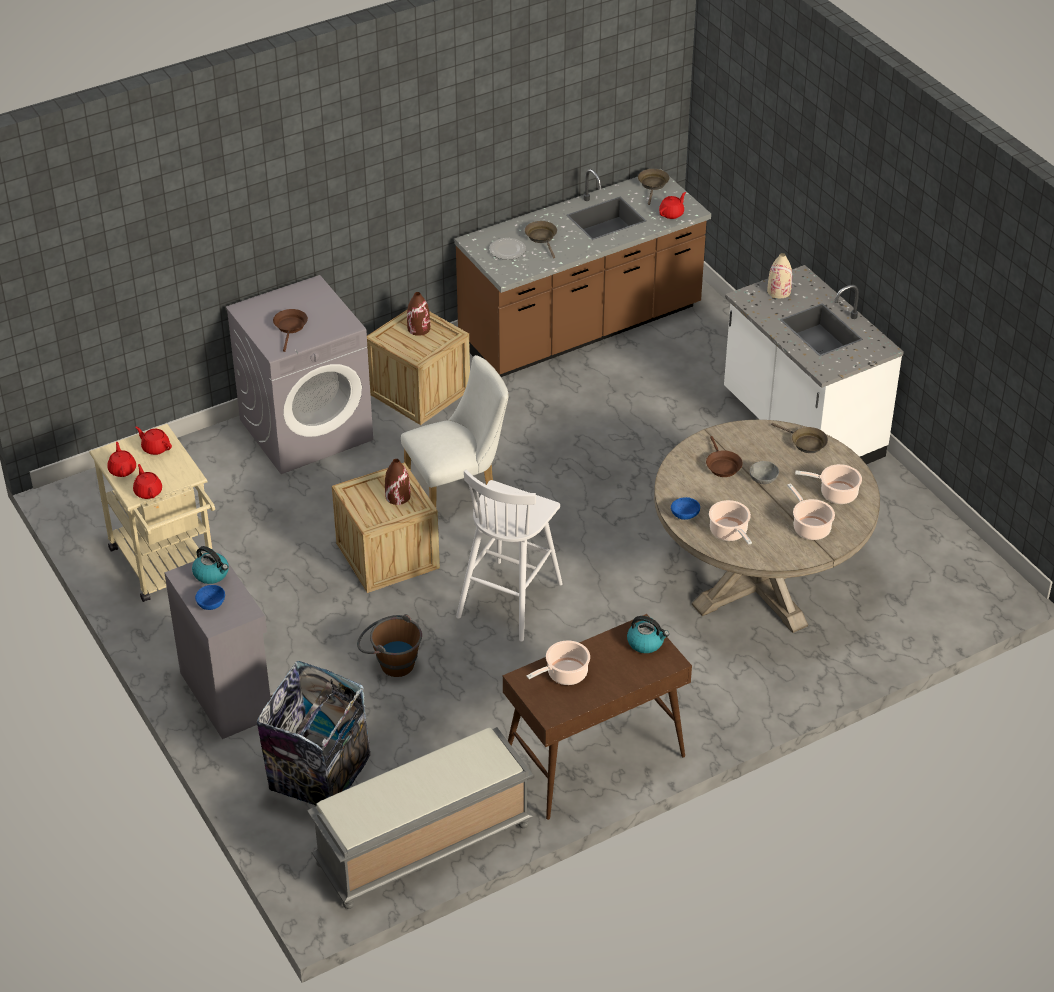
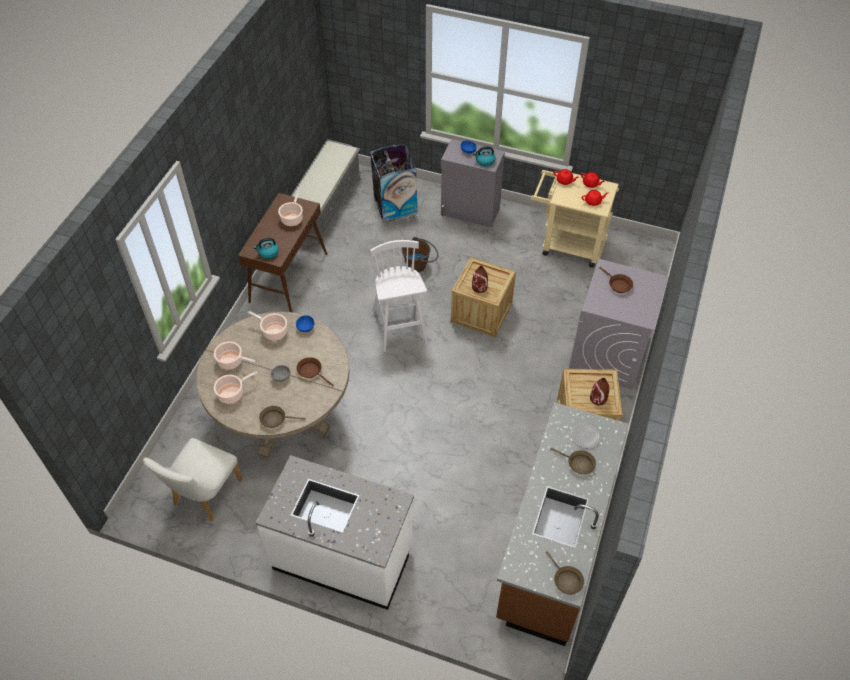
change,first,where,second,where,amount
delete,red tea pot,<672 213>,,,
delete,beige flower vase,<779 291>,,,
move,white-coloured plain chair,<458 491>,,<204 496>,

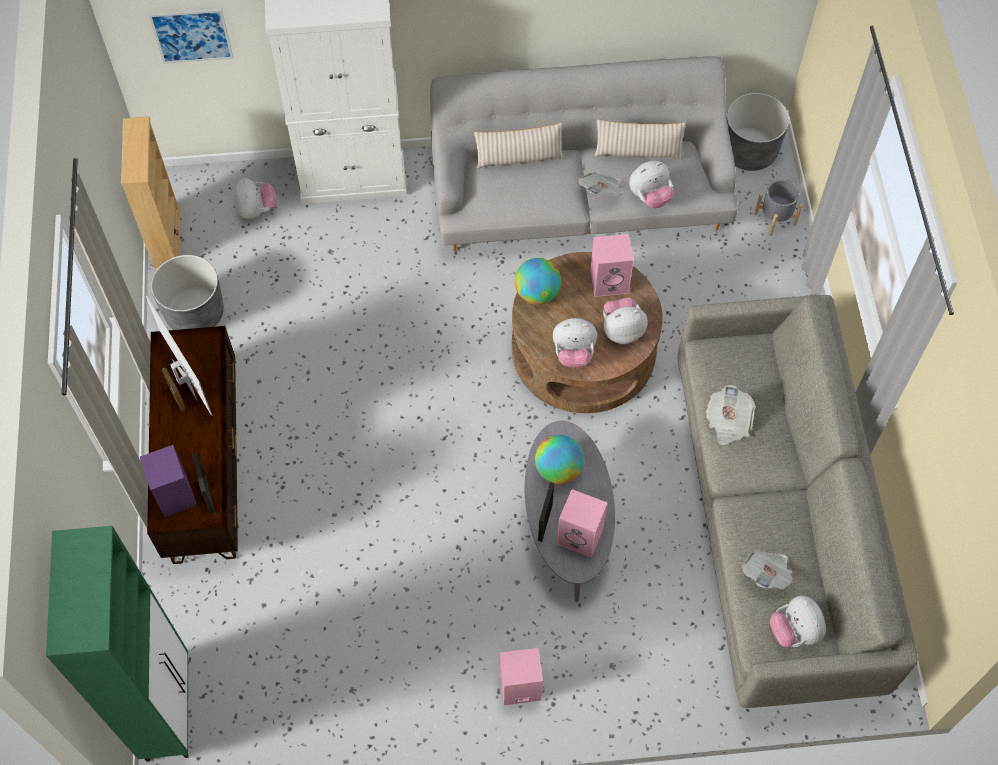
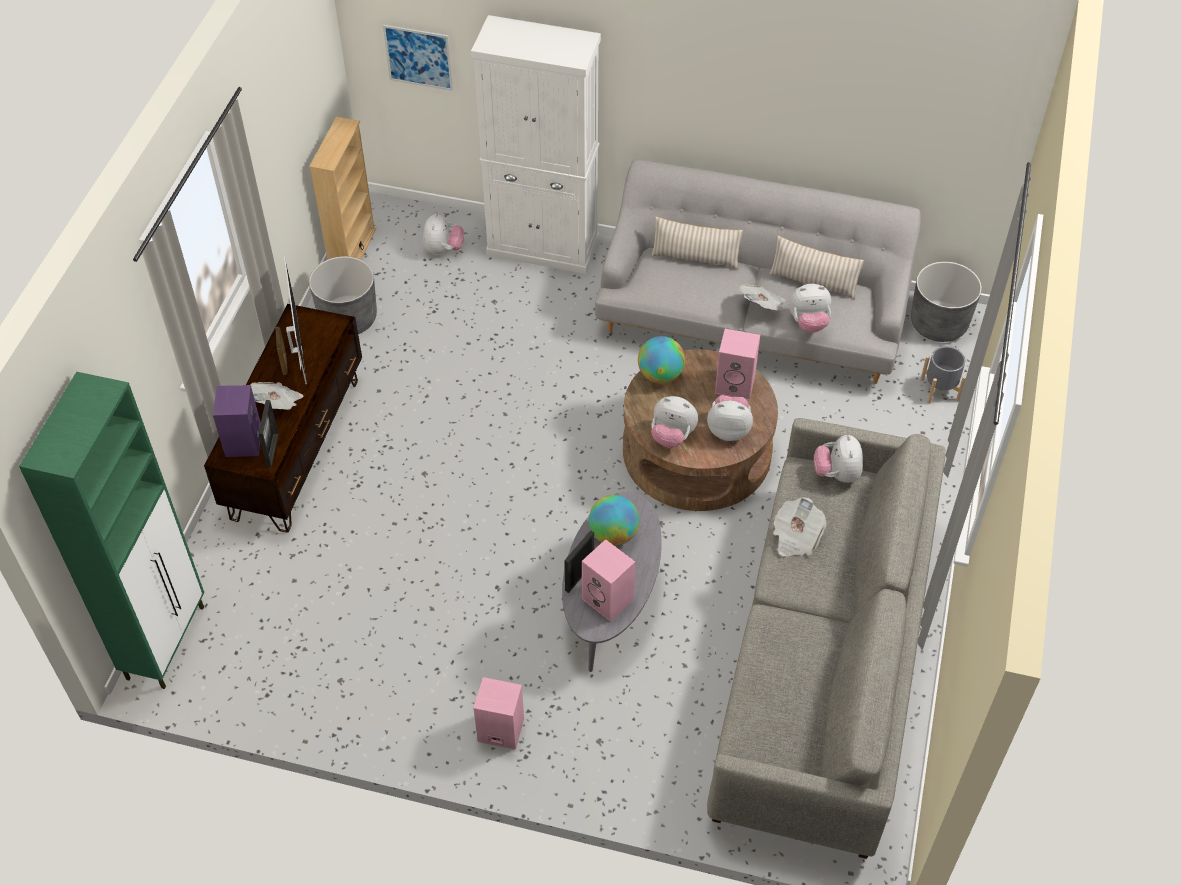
change,first,where,second,where,amount
move,newspaper,<767 574>,,<277 404>,
move,plush toy,<794 631>,,<836 474>,

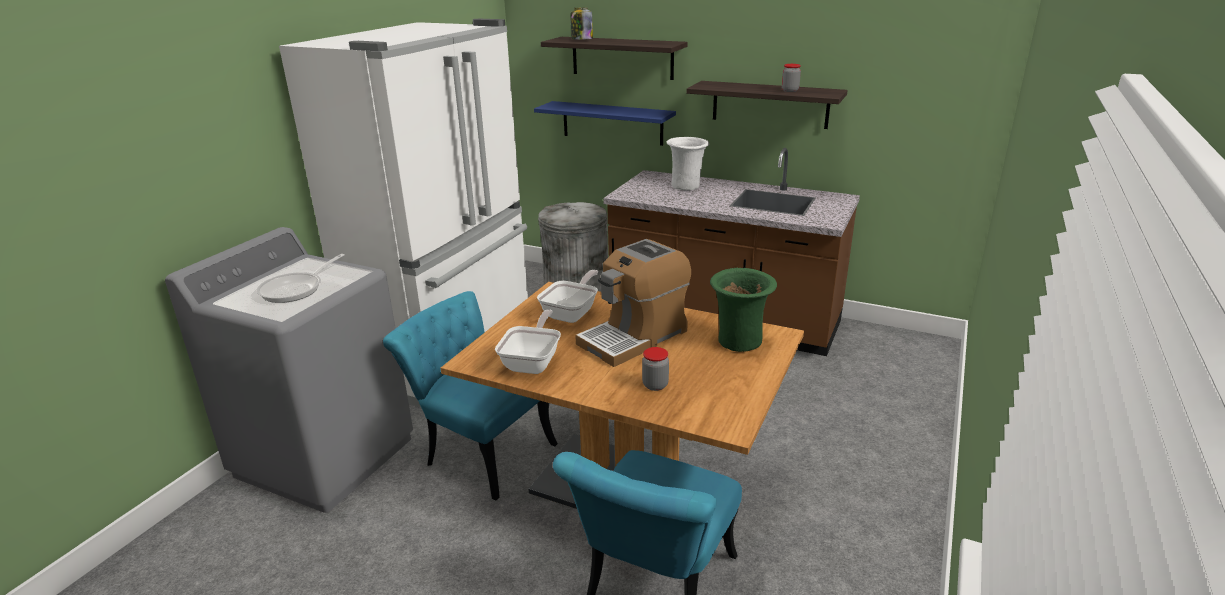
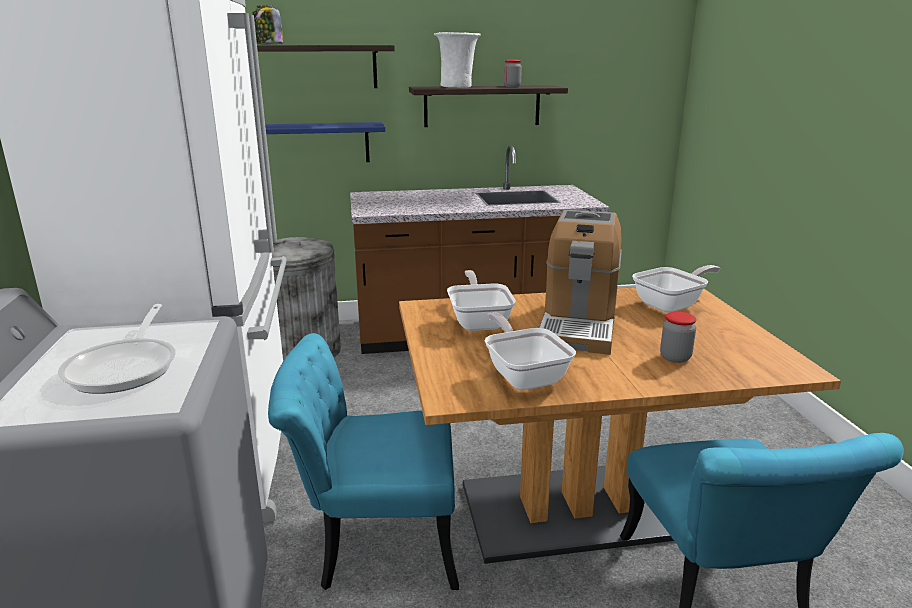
change,first,where,second,where,amount
move,white-coloured flower vase,<686 186>,,<457 87>,
replace,green-coloured flower vase,<739 343>,frying pan,<672 305>,

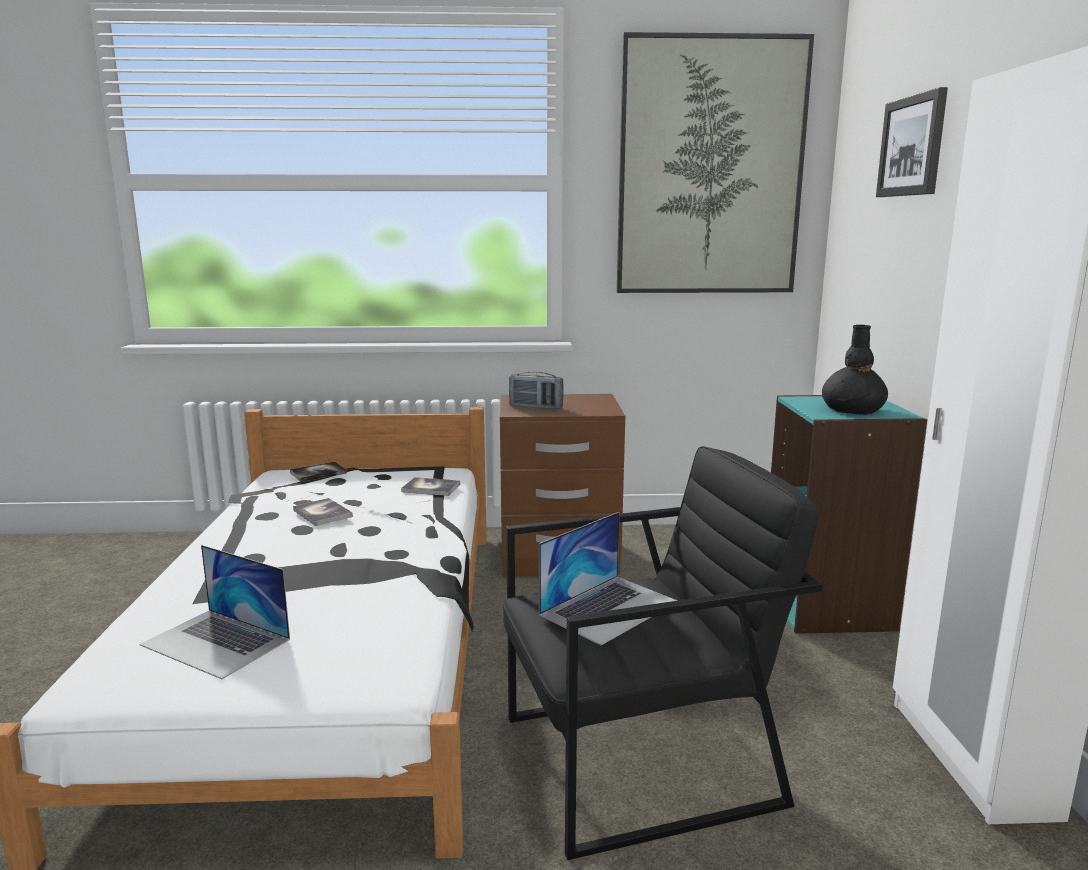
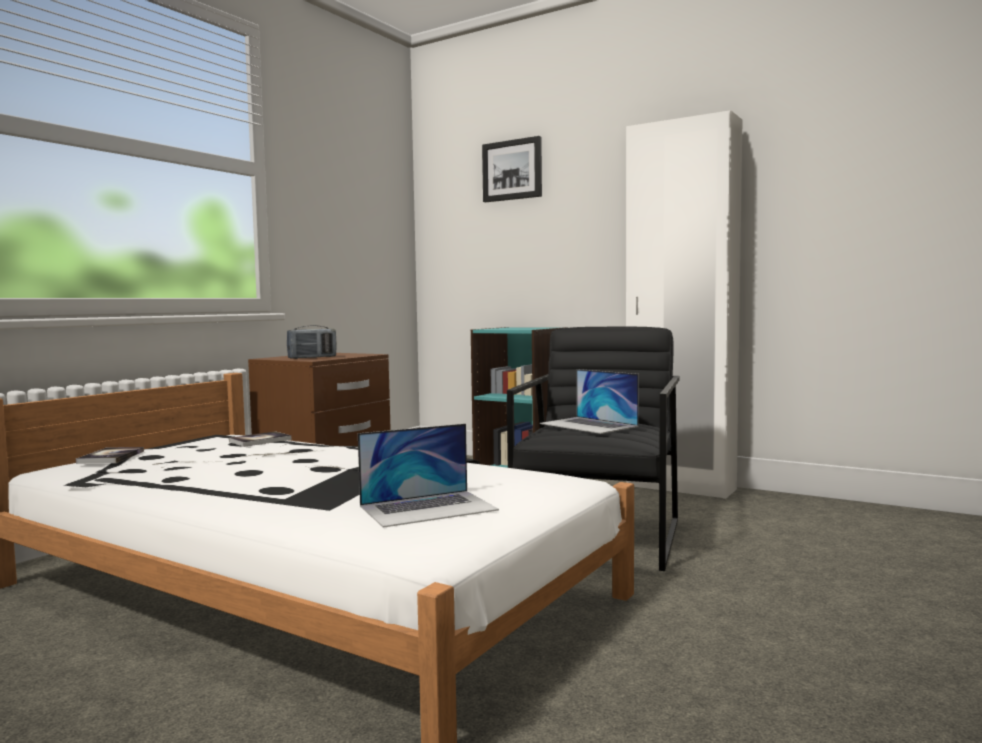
change,first,where,second,where,amount
delete,volume,<322 513>,,,
delete,wall picture,<710 168>,,,
delete,black flower vase,<853 409>,,,
rotate,notebook computer,<609 608>,,<588 425>,150 degrees clockwise

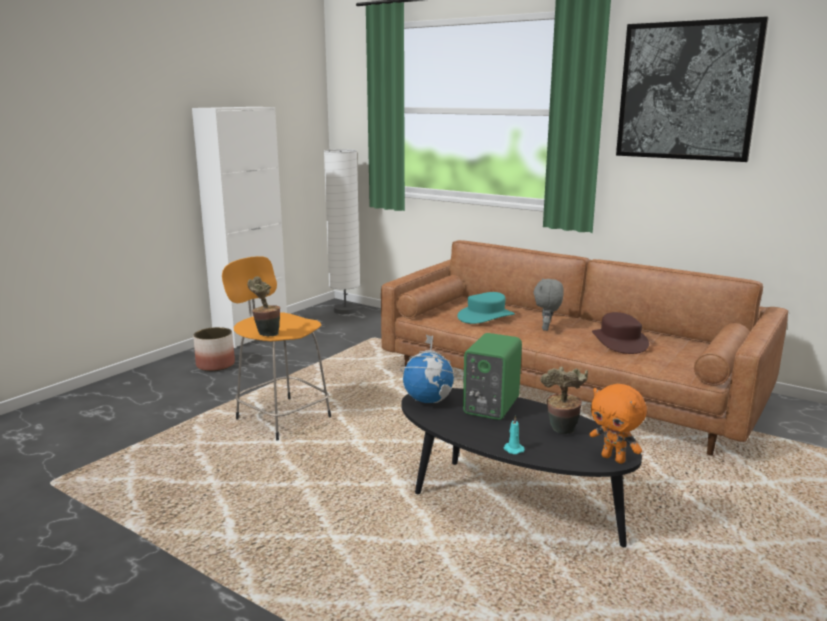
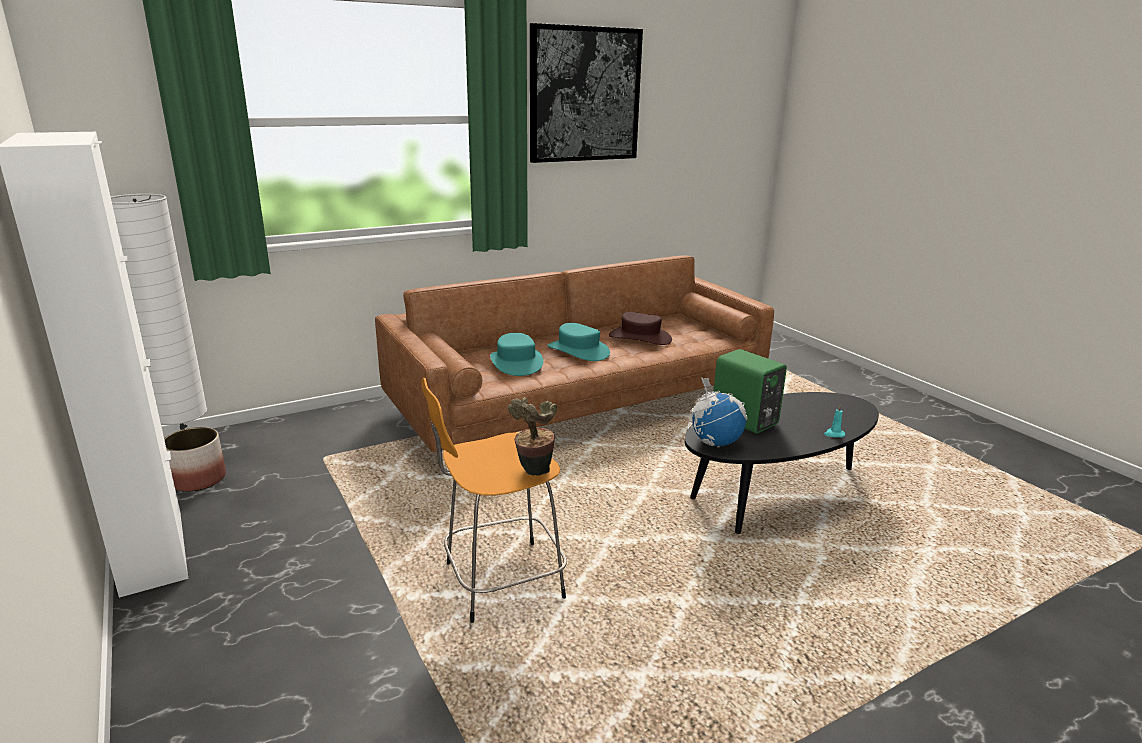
change,first,where,second,where,amount
delete,houseplant,<561 431>,,,
delete,orangey plush toy,<614 458>,,,
move,plant pot,<216 365>,,<198 479>,
replace,greyish plush toy,<547 328>,blue-green hat,<578 350>,

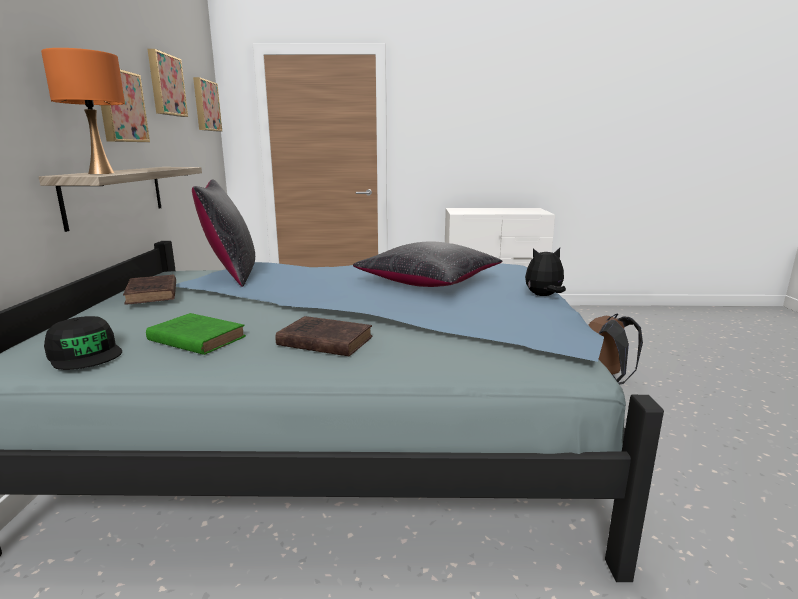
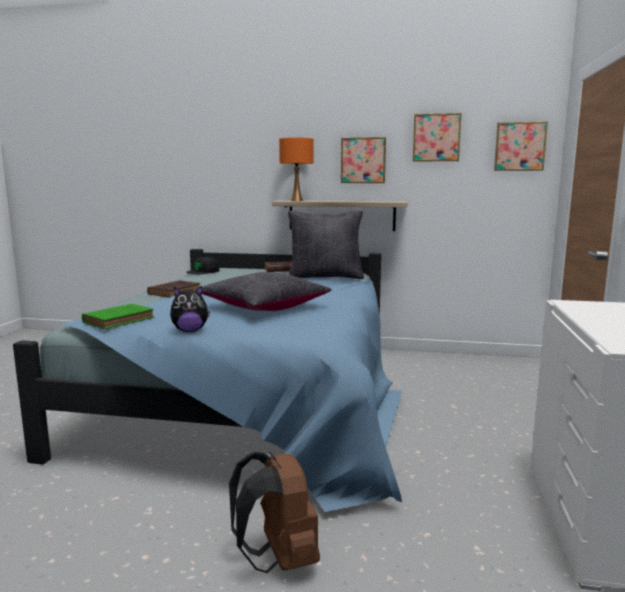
change,first,where,second,where,amount
move,green-coloured volume,<195 338>,,<120 320>,
rotate,plush toy,<543 296>,,<190 330>,75 degrees clockwise

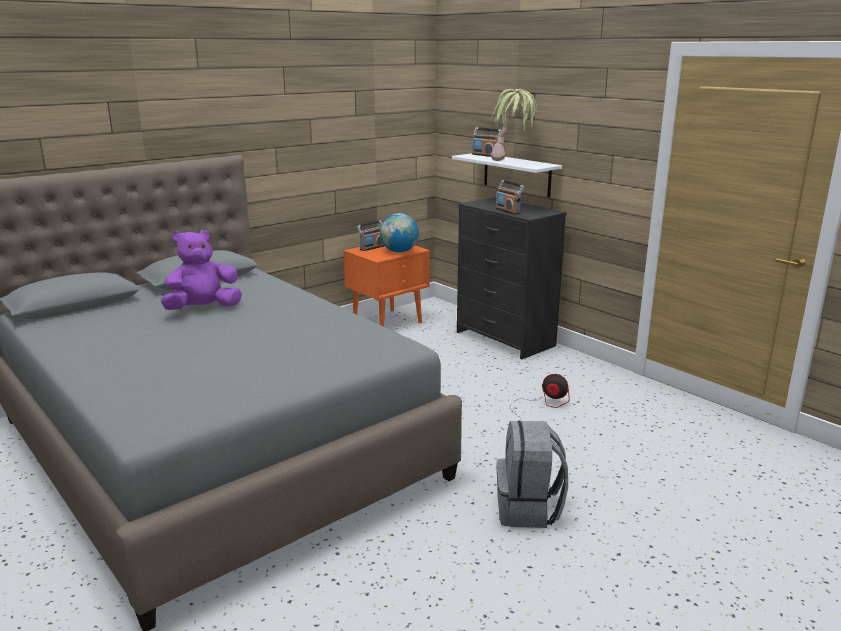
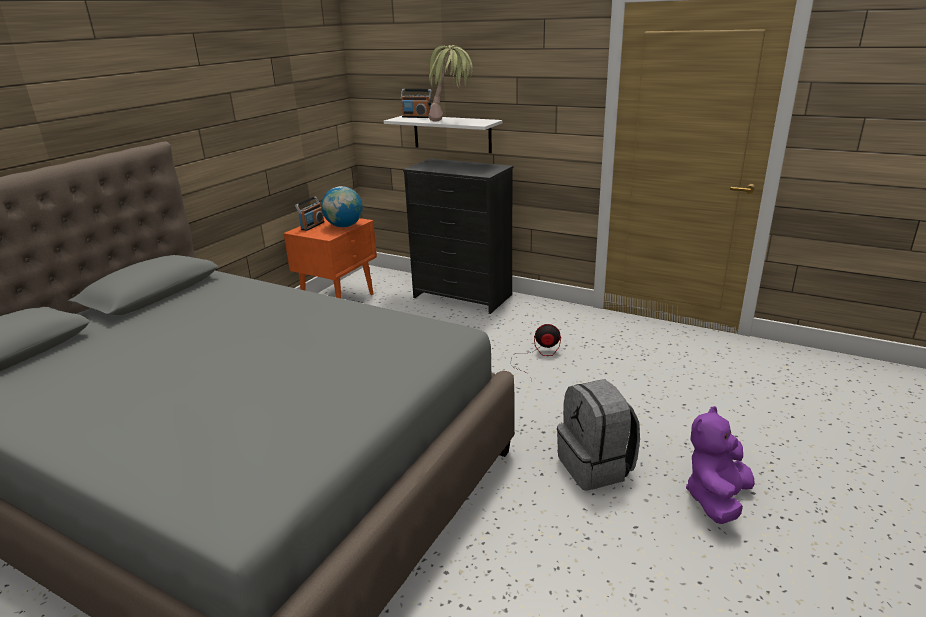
change,first,where,second,where,amount
delete,radio set,<508 211>,,,
move,purple-coloured plush toy,<203 309>,,<716 499>,

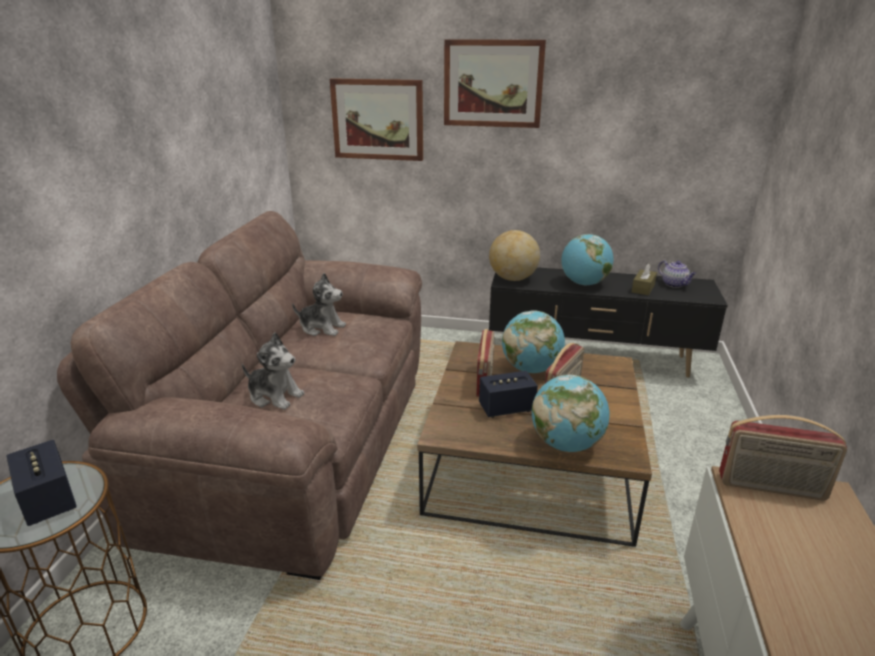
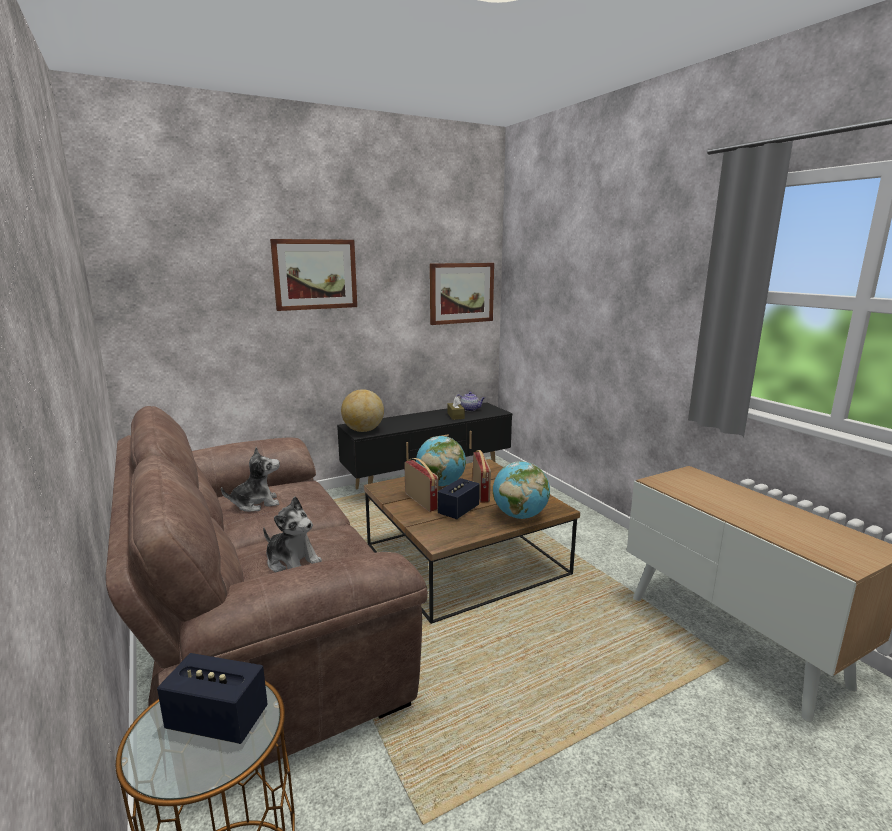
change,first,where,second,where,amount
delete,desk globe,<584 284>,,,
delete,radio set,<771 488>,,,
move,wall picture,<378 119>,,<461 293>,
rotate,plush toy,<275 396>,,<292 562>,45 degrees clockwise

